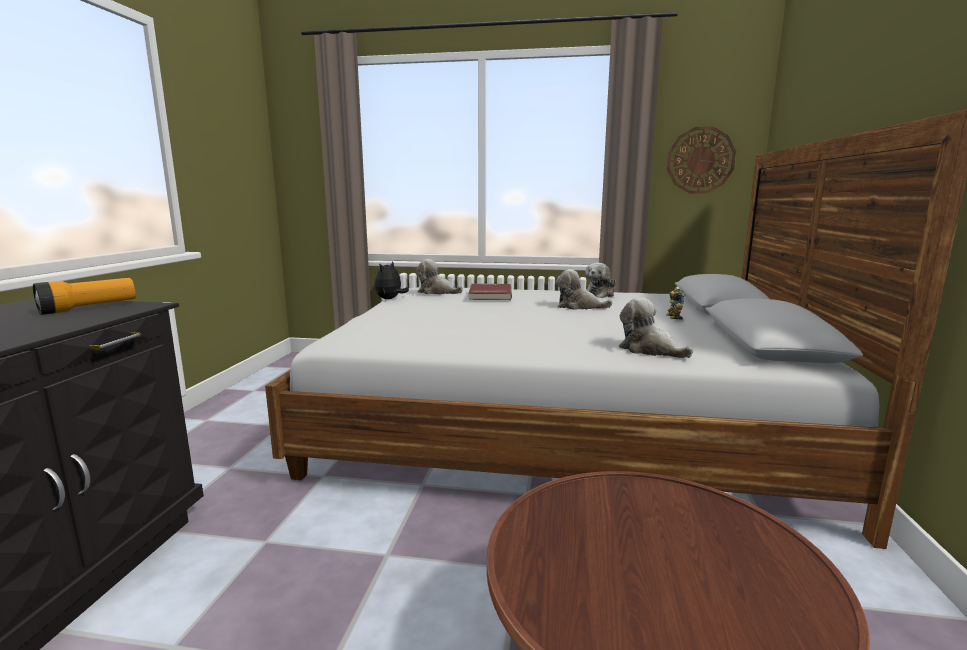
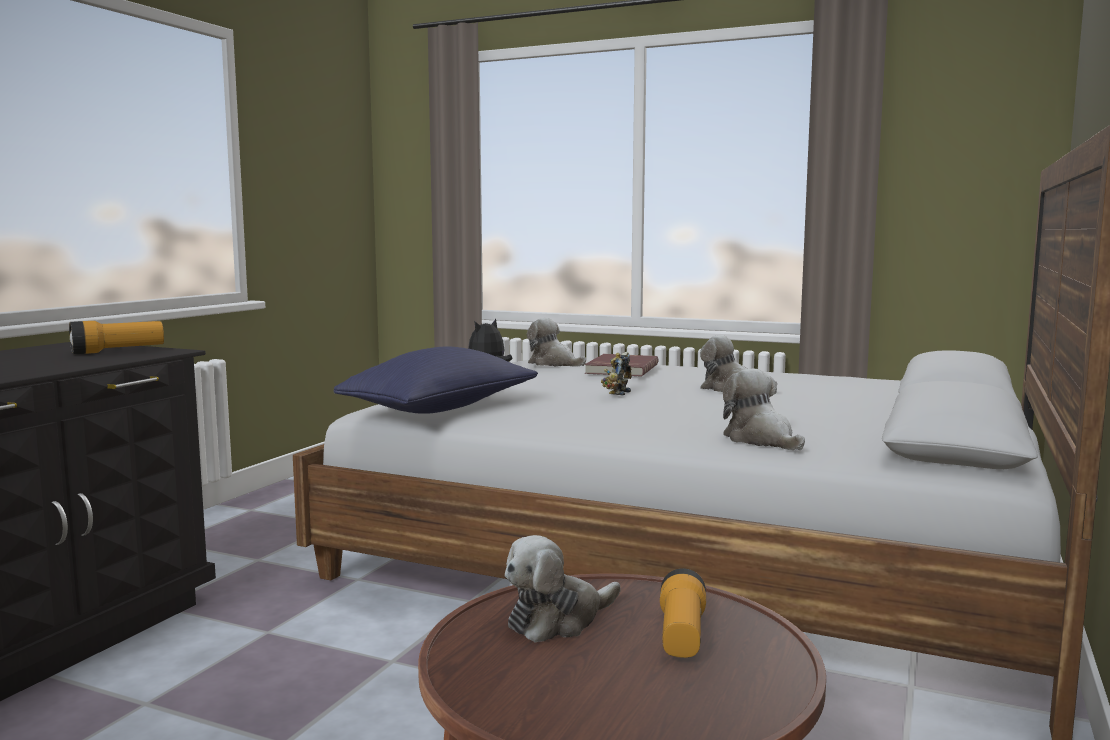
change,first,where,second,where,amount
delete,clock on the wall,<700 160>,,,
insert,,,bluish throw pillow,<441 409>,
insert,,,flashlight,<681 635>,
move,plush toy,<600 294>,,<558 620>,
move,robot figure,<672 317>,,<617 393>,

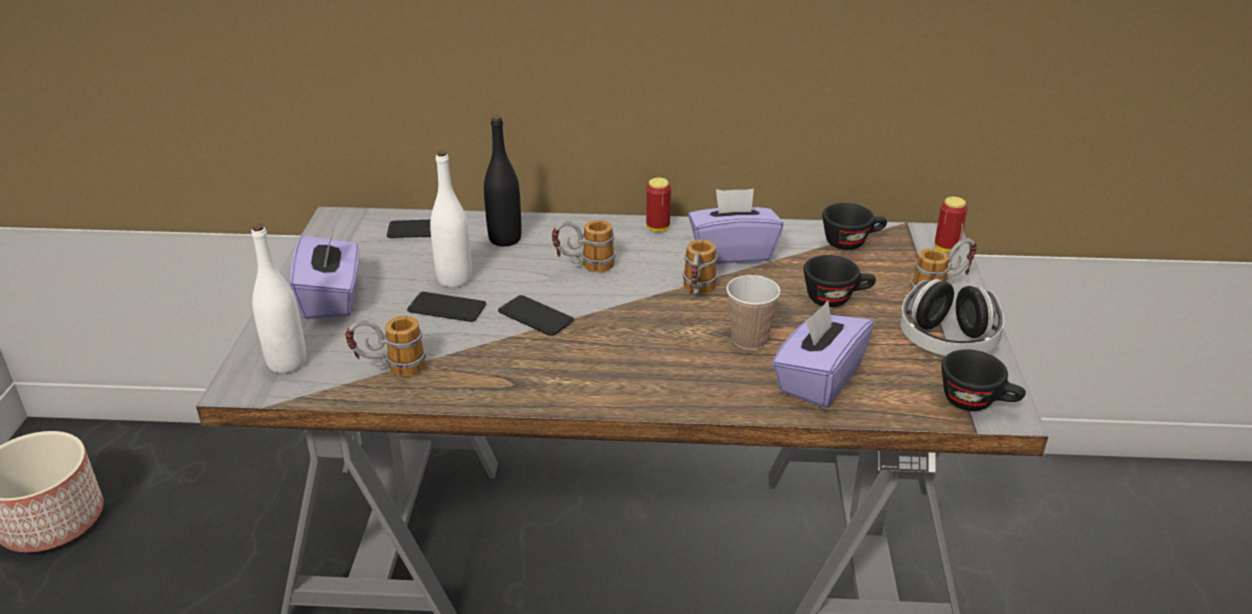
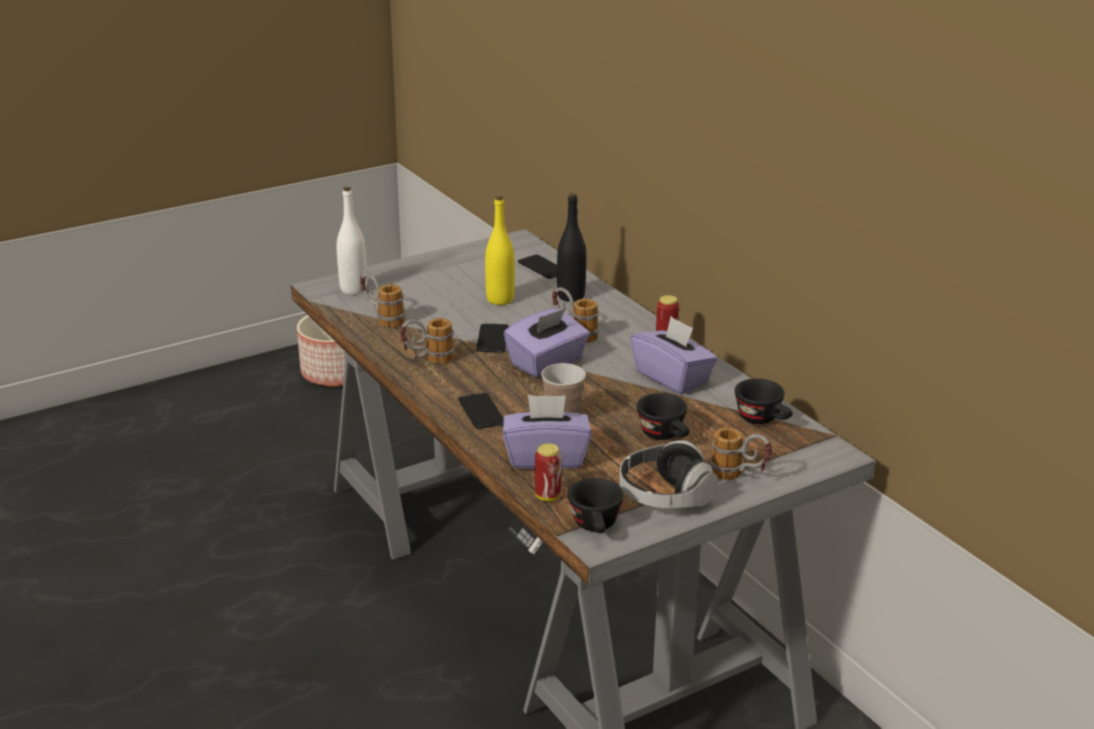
change,first,where,second,where,amount
move,purple-coloured tissue box,<332 299>,,<547 363>,
move,handset,<447 308>,,<481 412>,
move,tea mug,<697 294>,,<428 360>,
move,can,<946 248>,,<547 496>,
recolor,white-coloured beverage bottle,<454 279>,yellowish beverage bottle,<500 299>,

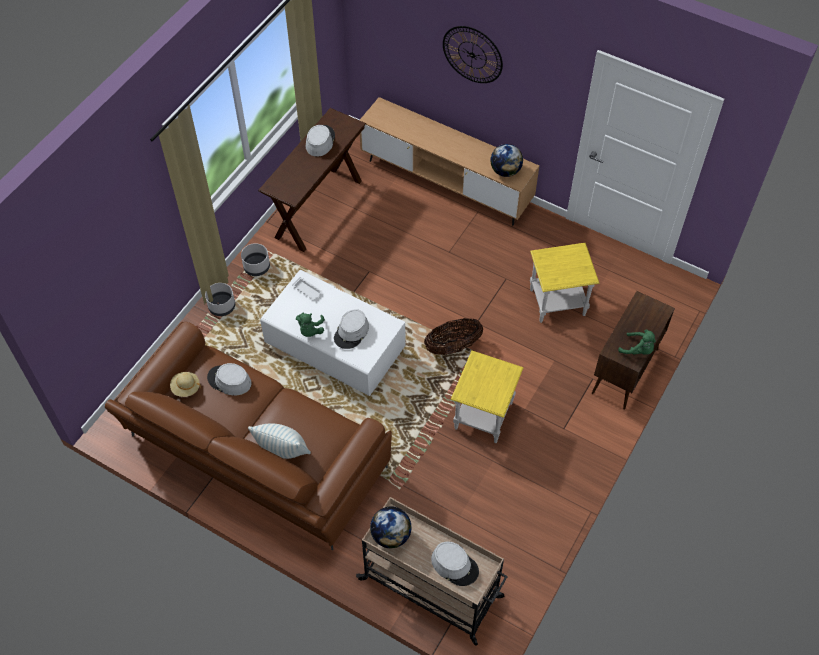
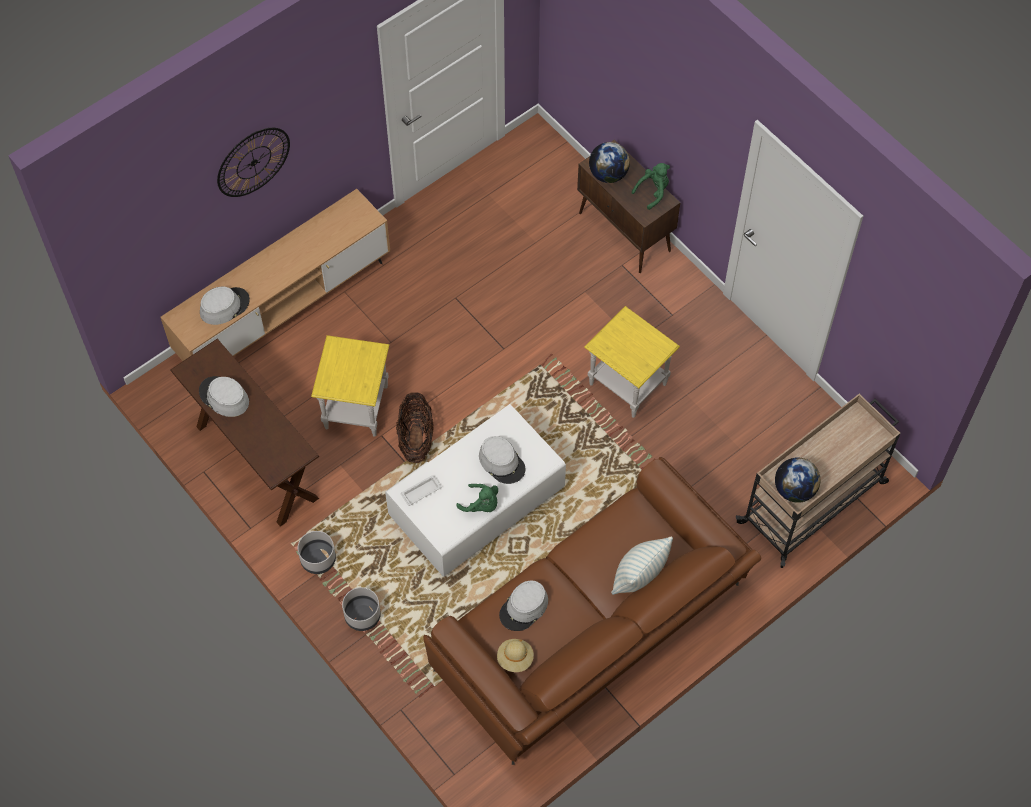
change,first,where,second,where,amount
move,storage basket,<453 346>,,<416 439>,
move,greyish hat,<455 565>,,<224 306>,
move,desk globe,<505 171>,,<608 174>,
move,yellowish accent table,<558 302>,,<356 406>,

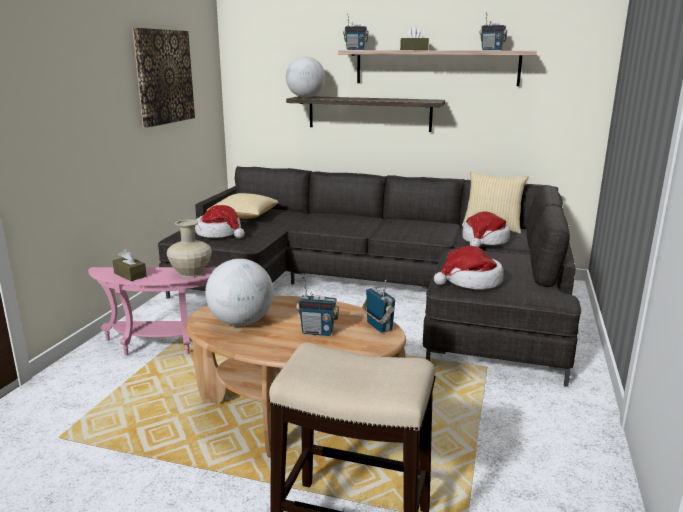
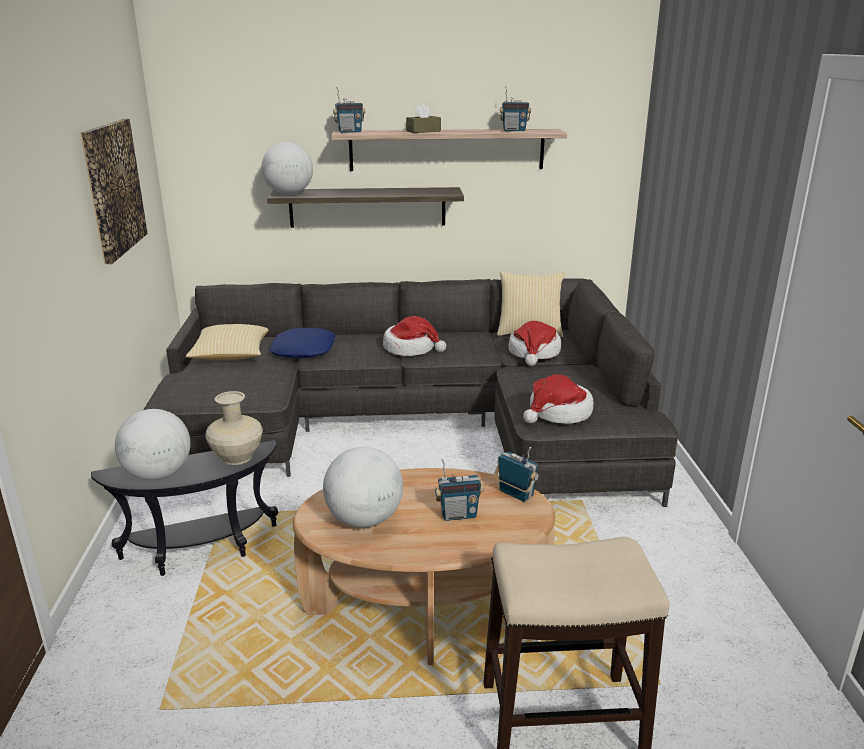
change,first,where,second,where,amount
insert,,,bluish throw pillow,<303 350>,
move,hat,<220 233>,,<410 348>,
replace,brown tissue box,<130 275>,desk globe,<158 474>,
recolor,pink accent table,<161 346>,black accent table,<201 552>,

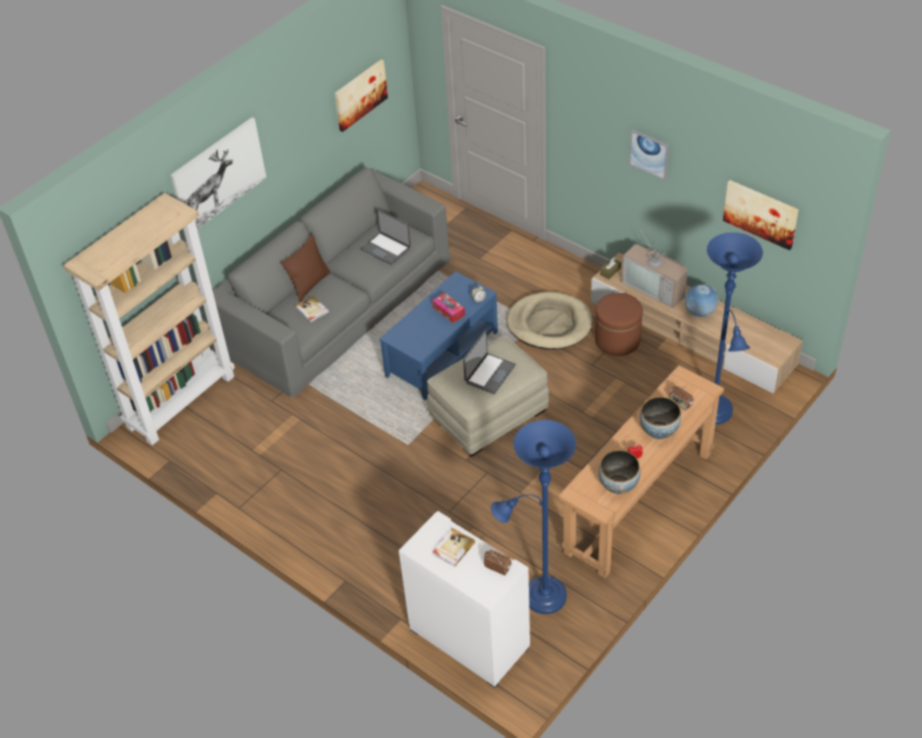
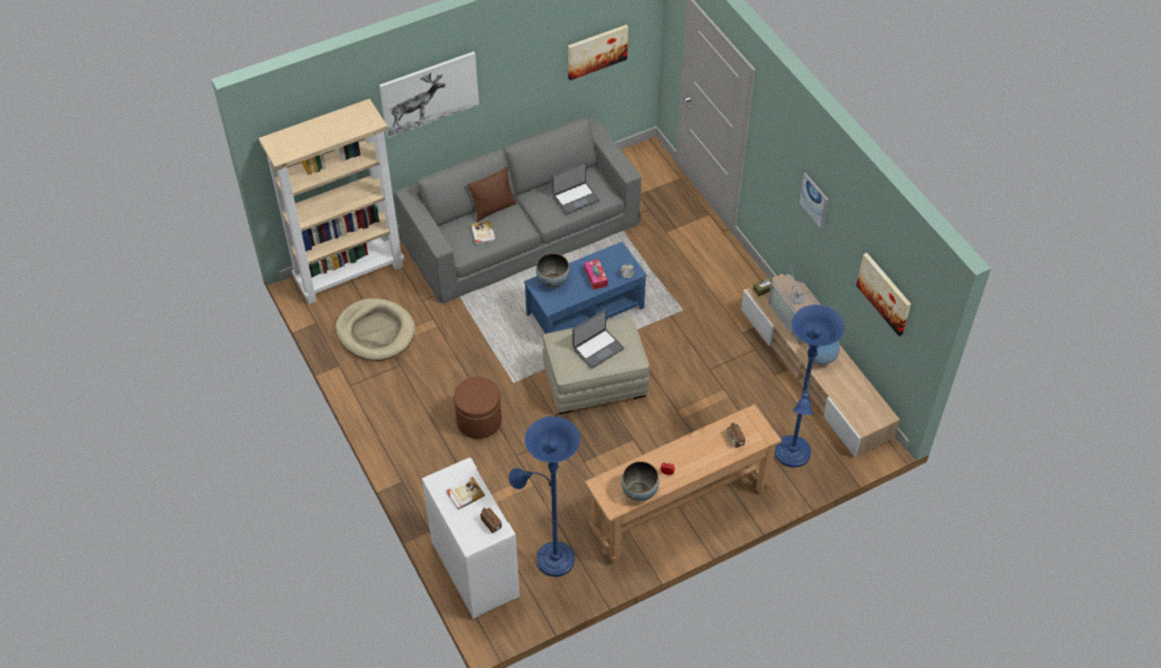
change,first,where,second,where,amount
move,beige dog cushion,<549 324>,,<376 332>,
move,brown ottoman,<617 340>,,<479 420>,
move,serving bowl,<659 431>,,<553 281>,
rotate,notebook computer,<386 248>,,<575 198>,90 degrees counterclockwise

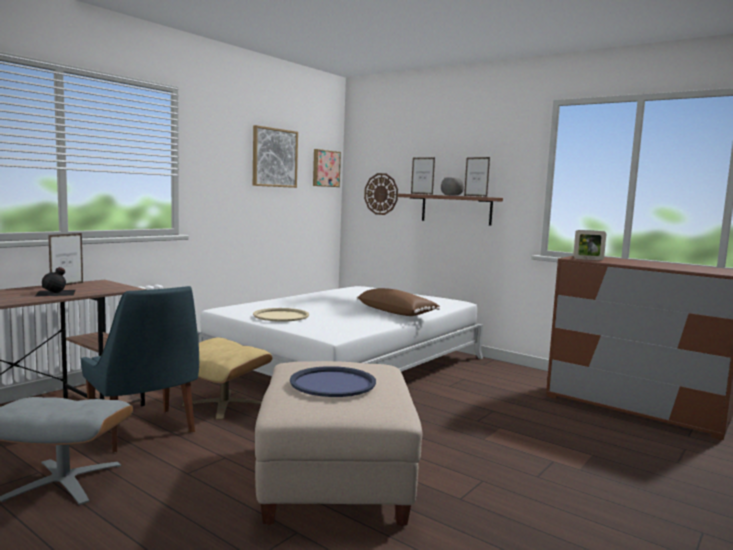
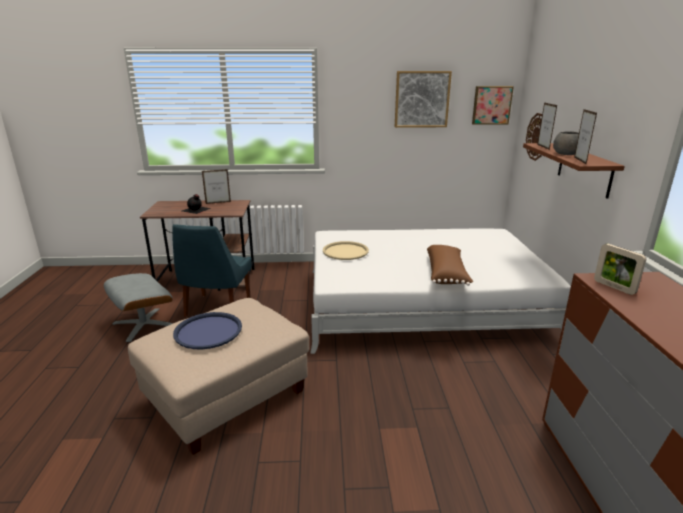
change,first,where,second,where,amount
delete,beige ottoman,<224 404>,,,

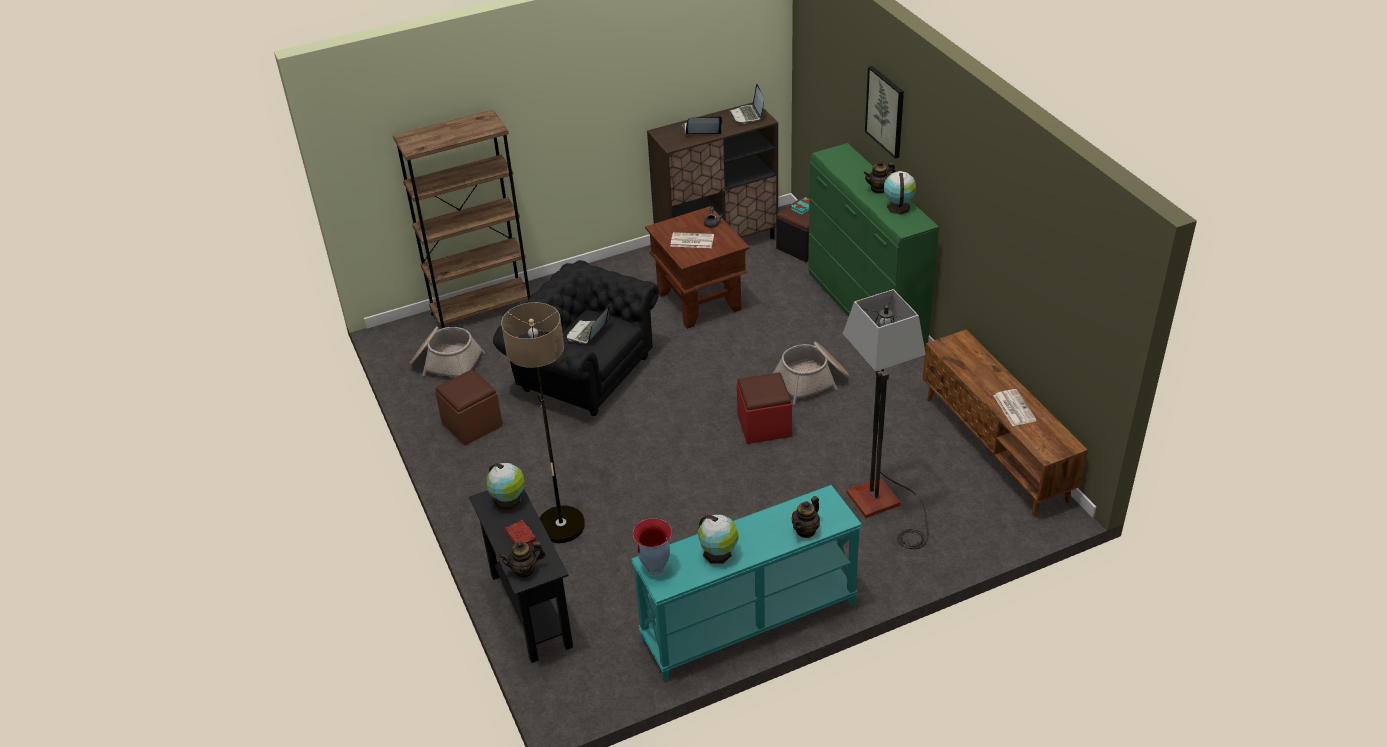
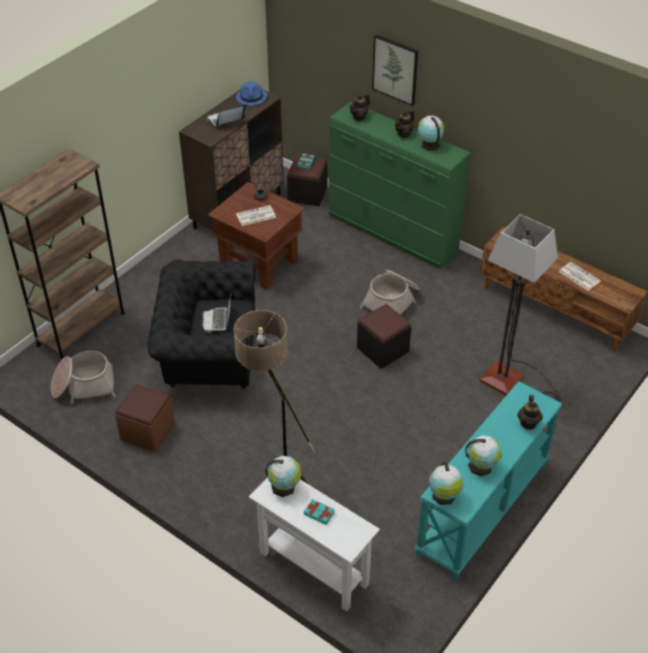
change,first,where,second,where,amount
move,tea pot,<525 570>,,<359 117>,
replace,flower vase,<655 567>,desk globe,<444 496>,
replace,notebook computer,<747 115>,bluish hat,<251 97>,
recolor,black hall table,<531 610>,white-coloured hall table,<314 568>,
recolor,red volume,<521 537>,blue-green volume,<319 513>,
recolor,red ottoman,<764 425>,black ottoman,<383 349>,

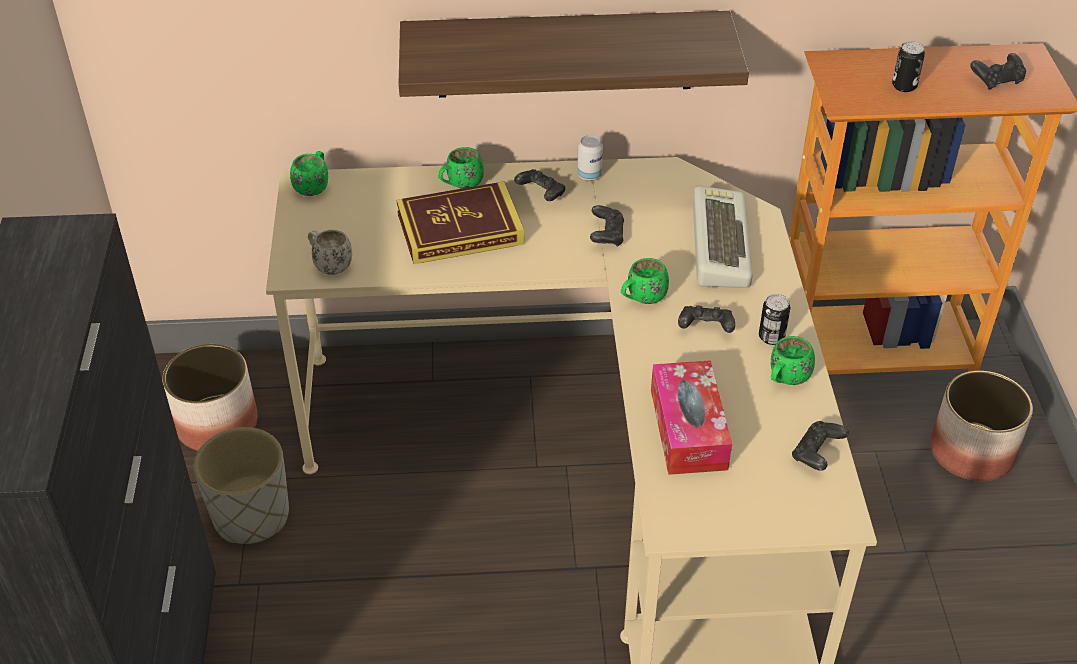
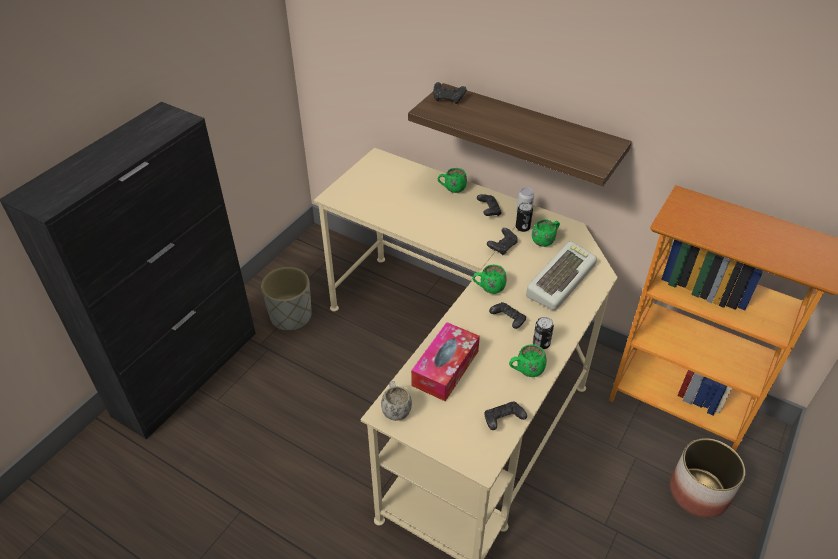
change,first,where,second,where,amount
delete,plant pot,<217 423>,,,
delete,volume,<460 229>,,,
move,green-coloured tea mug,<314 187>,,<545 241>,
move,white-coloured tea mug,<329 265>,,<395 409>,
move,can,<904 86>,,<522 227>,
move,black gamepad,<997 81>,,<448 99>,

